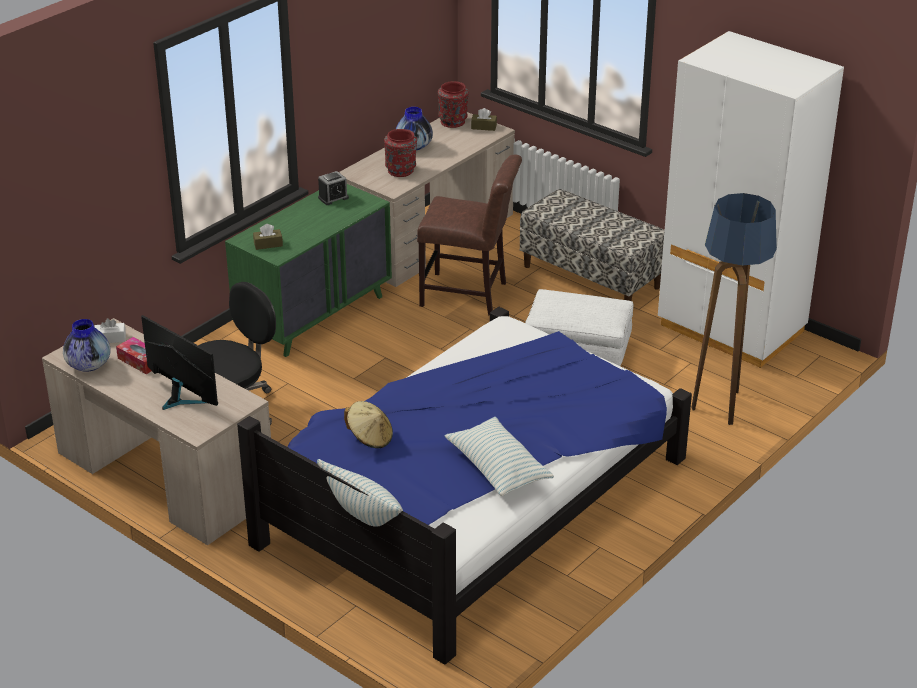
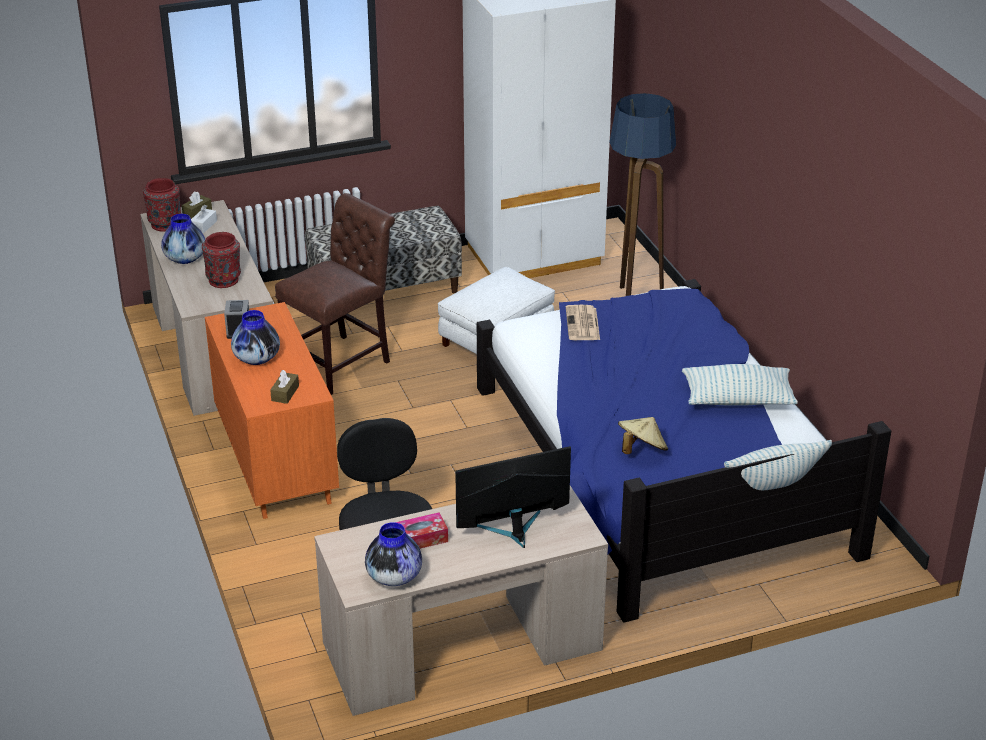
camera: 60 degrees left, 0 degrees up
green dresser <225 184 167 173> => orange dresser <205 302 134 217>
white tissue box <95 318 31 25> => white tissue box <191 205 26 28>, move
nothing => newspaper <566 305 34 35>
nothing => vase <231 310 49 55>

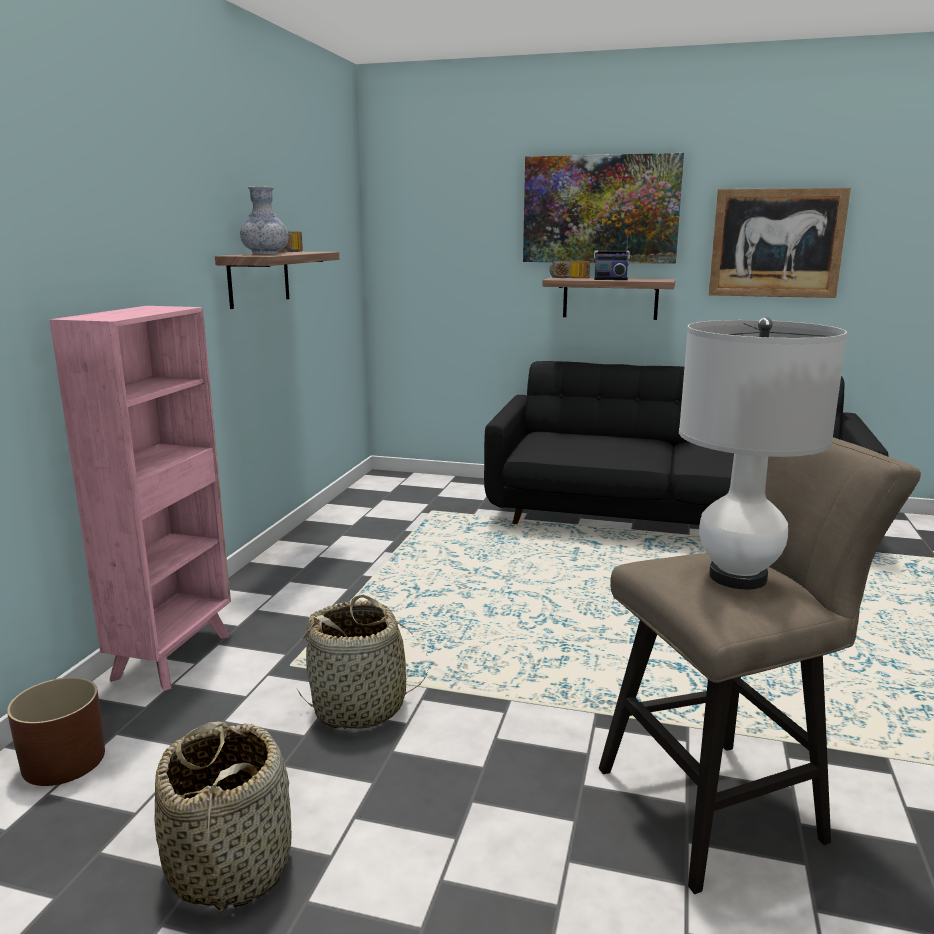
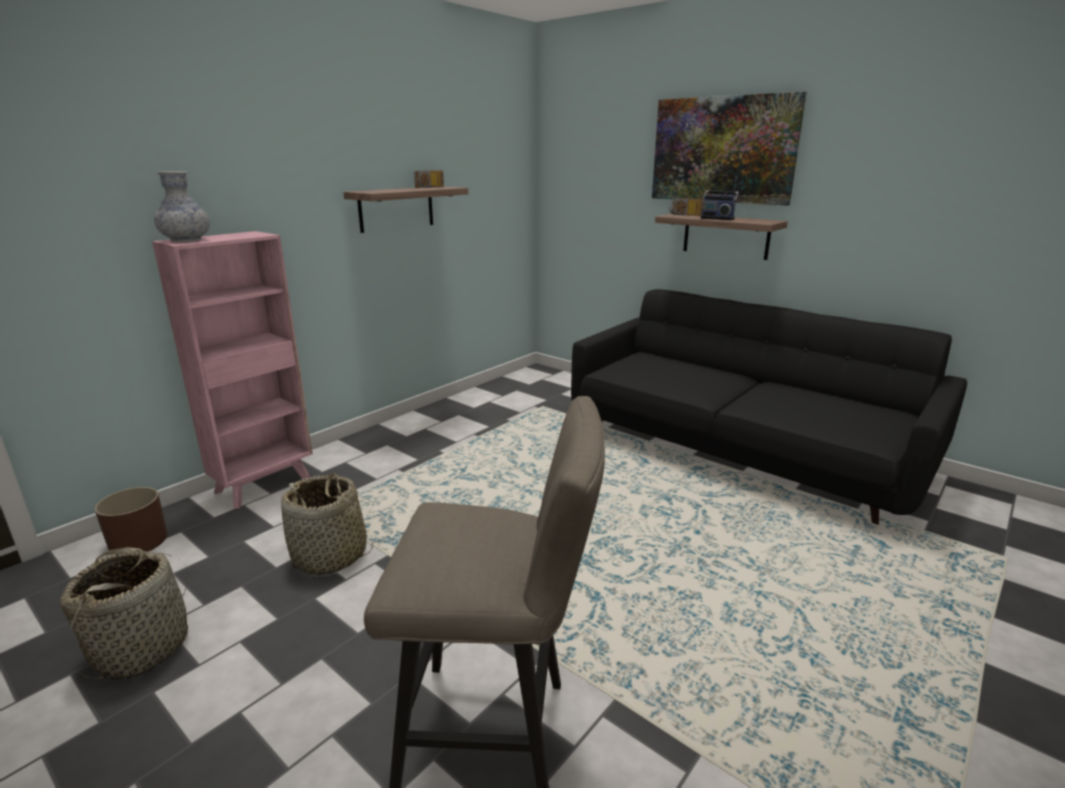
camera: 25 degrees right, 5 degrees up
vase <240 186 48 68> => vase <154 171 56 71>, move
picture <709 188 142 110> => nothing
white table lamp <679 317 168 273> => nothing

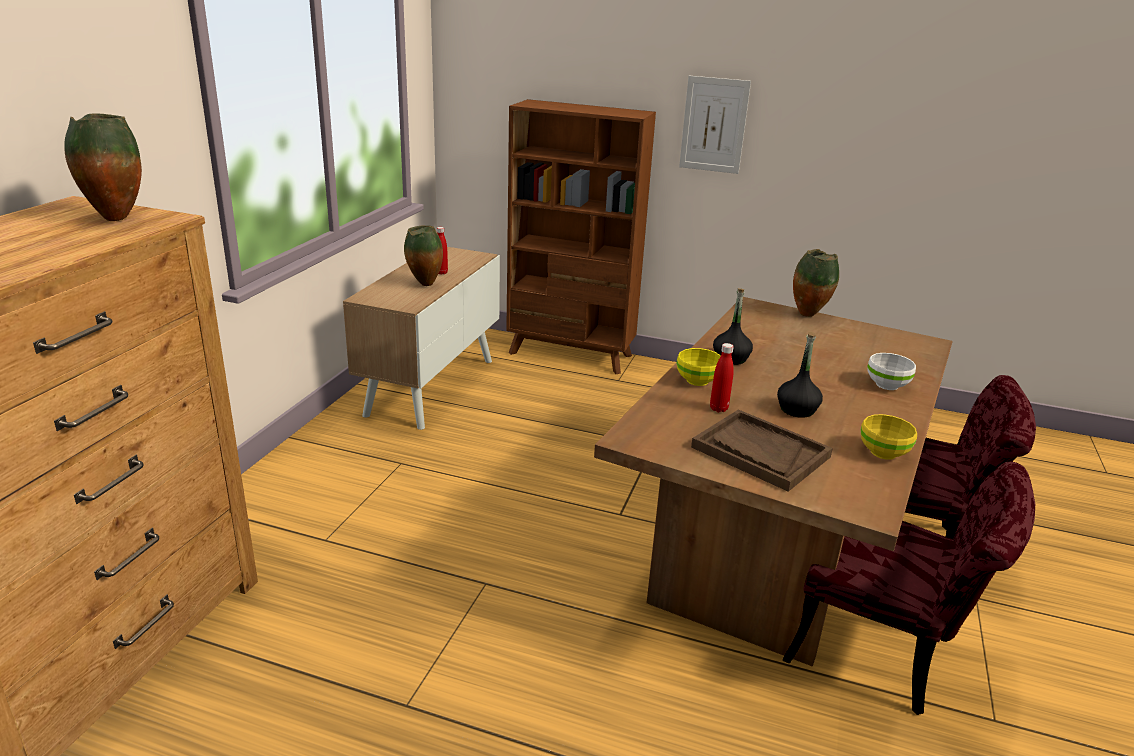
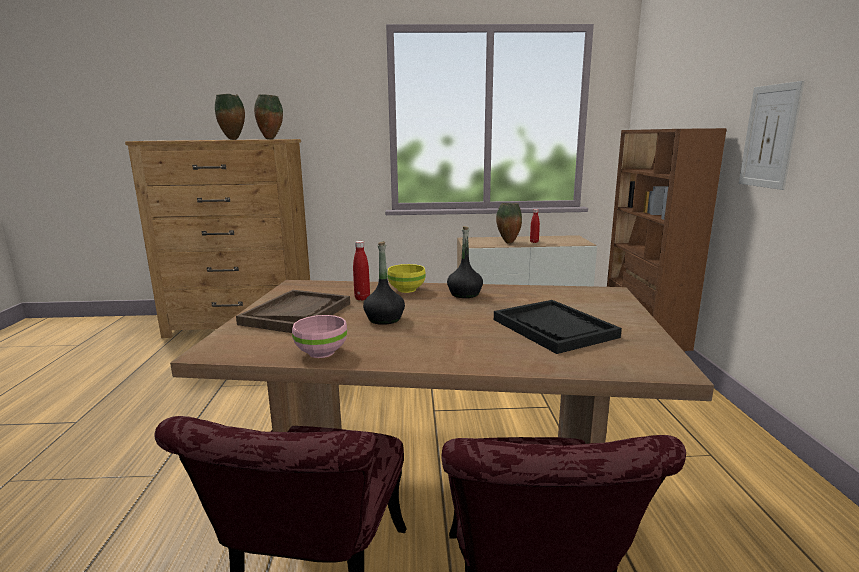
camera: 70 degrees right, 10 degrees down
vase <793 249 46 68> => vase <215 94 30 46>, move
white bowl <867 353 49 37> => nothing
yellow bowl <861 414 56 46> => pink bowl <292 315 55 43>
nothing => black tray <494 300 128 54>

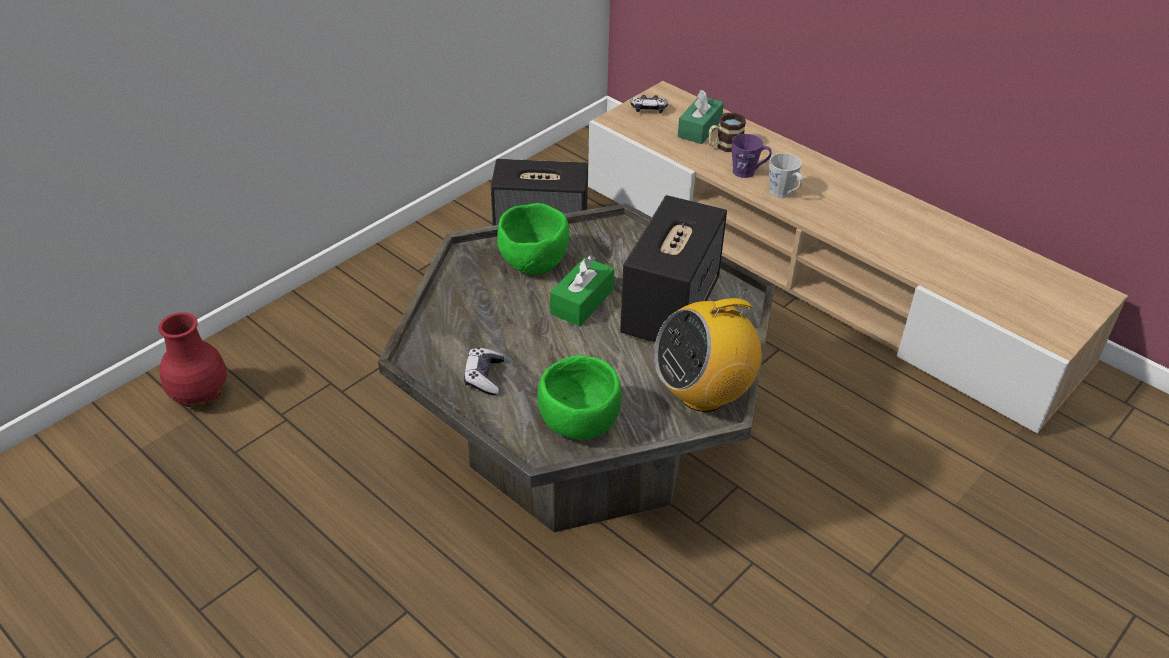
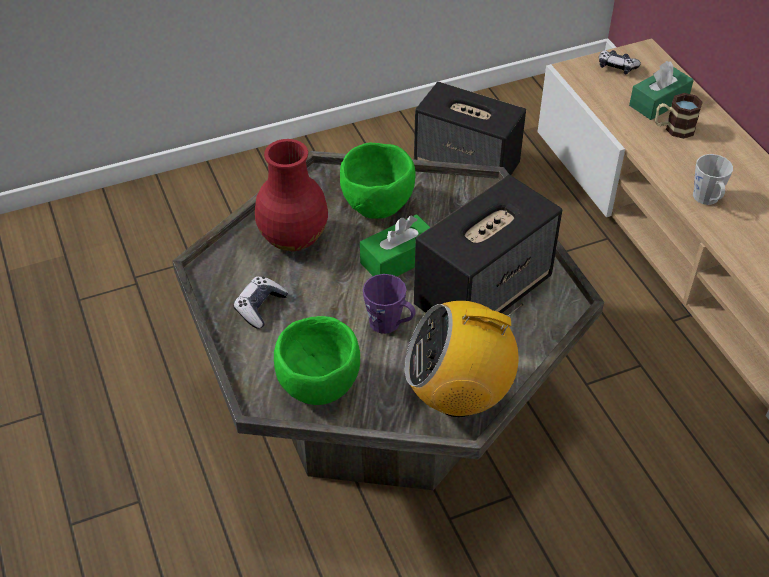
camera: 25 degrees right, 5 degrees up
purple mug <732 134 40 44> => purple mug <363 274 52 60>, move
red vase <159 312 68 96> => red vase <255 139 73 112>, move

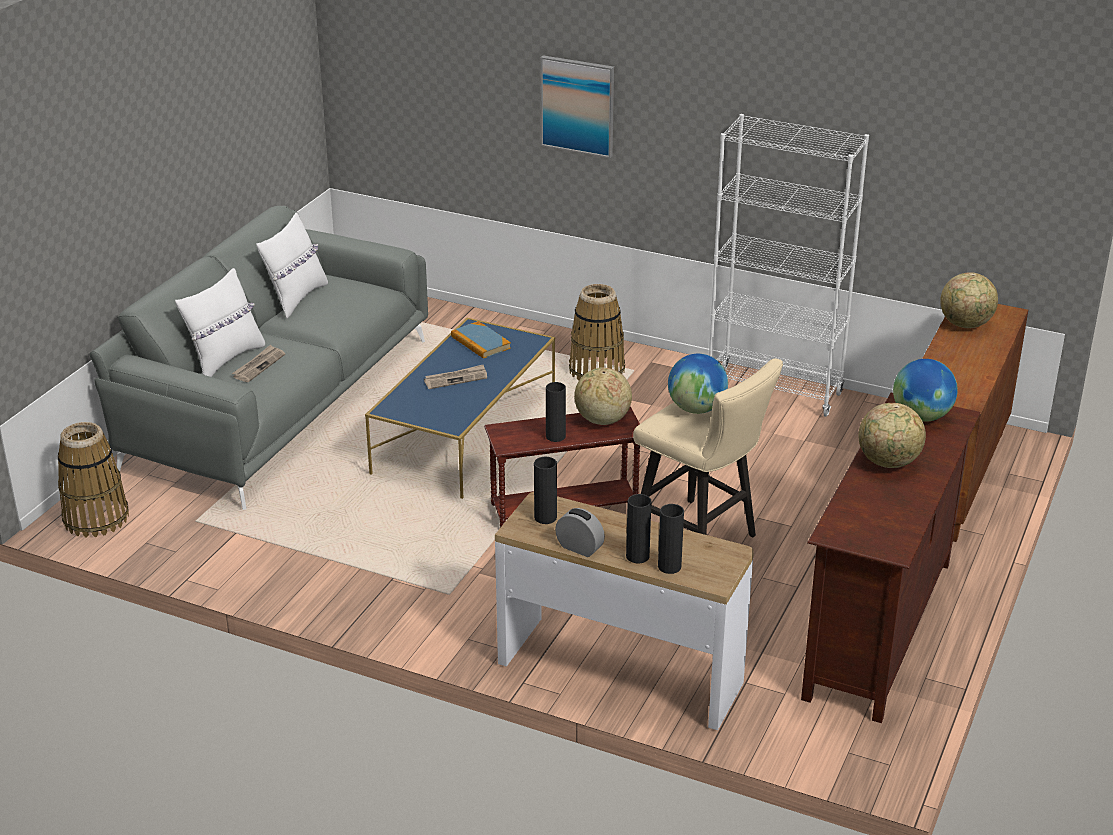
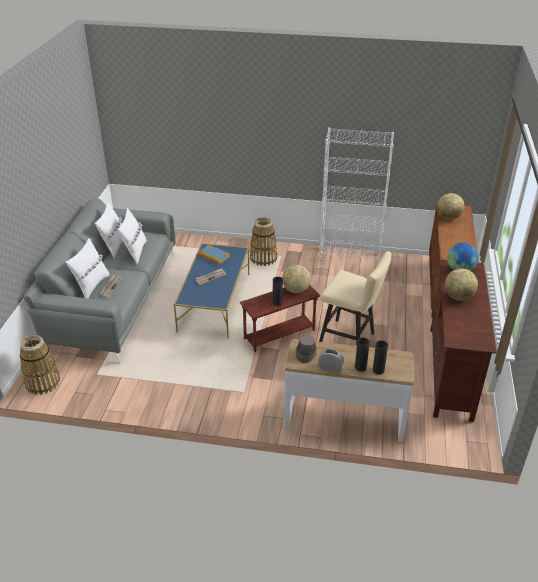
camera: 15 degrees left, 5 degrees up
picture <540 55 74 103> => nothing
globe <668 354 60 60> => nothing
black vase <534 457 23 67> => brown hat <295 335 22 28>
nothing => white pillow <118 208 29 56>

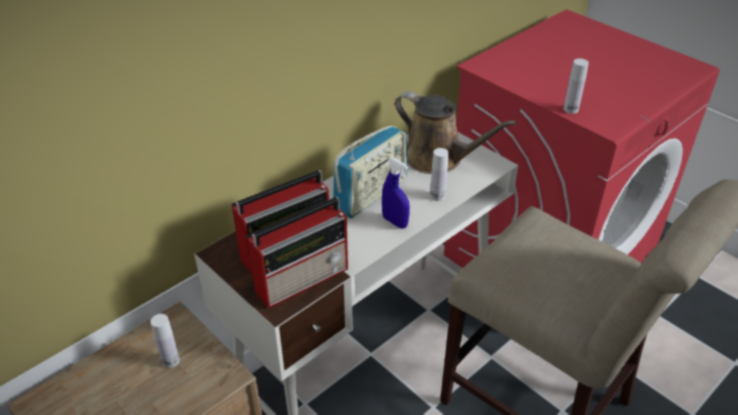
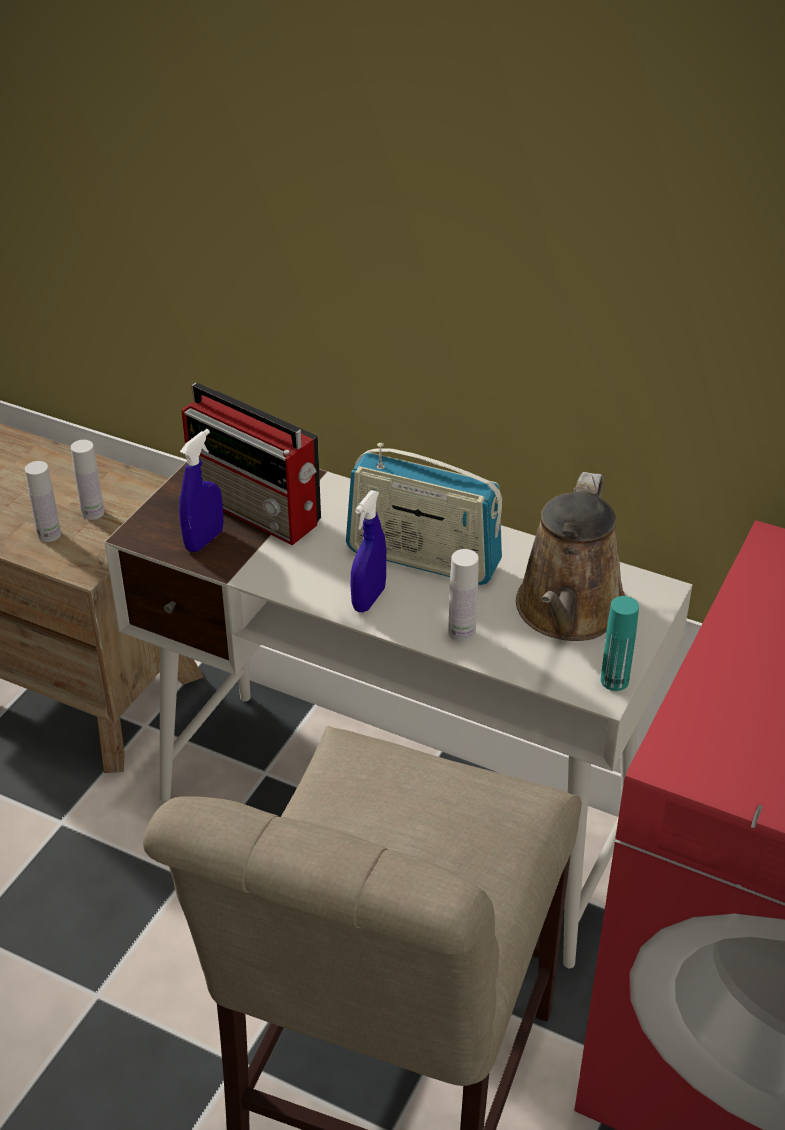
camera: 70 degrees right, 0 degrees up
white bottle <564 58 25 56> => white bottle <25 461 36 81>, move
radio <246 197 102 112> => blue spray bottle <179 429 44 123>
nothing => turquoise bottle <601 596 38 95>

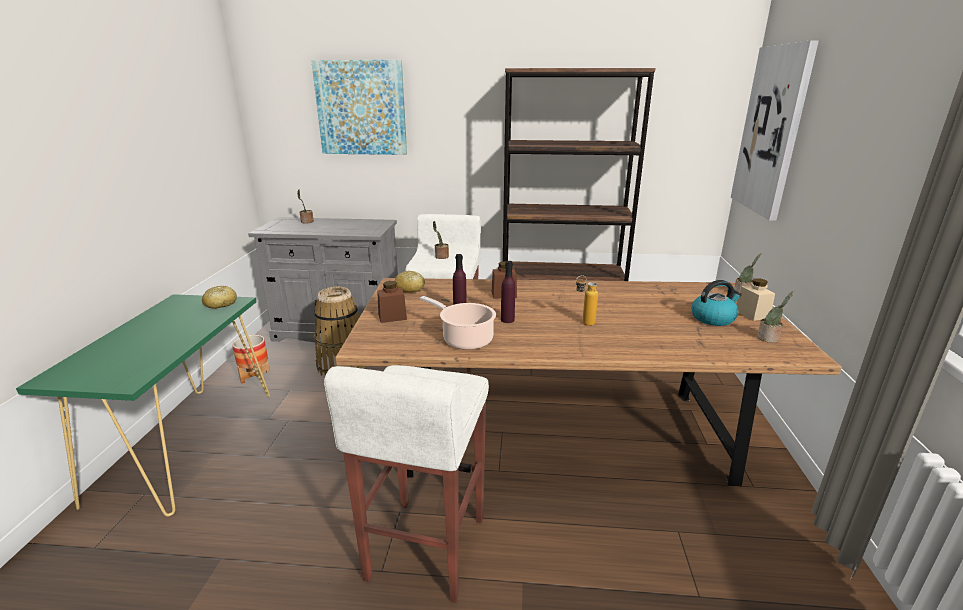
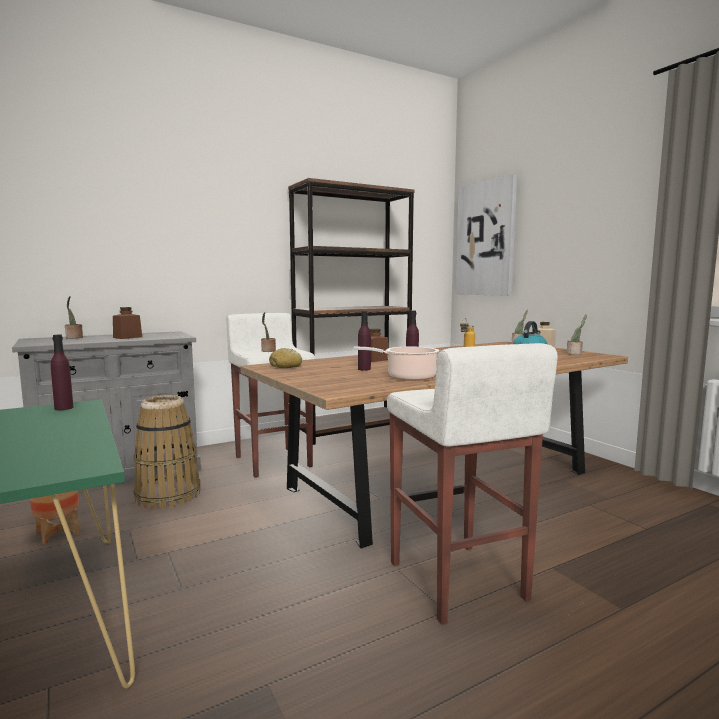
camera: 35 degrees left, 15 degrees down
picture <311 60 96 95> => nothing
brown jar <377 281 30 42> => brown jar <113 307 29 32>, move
bread <202 286 35 23> => purple bottle <51 335 22 75>

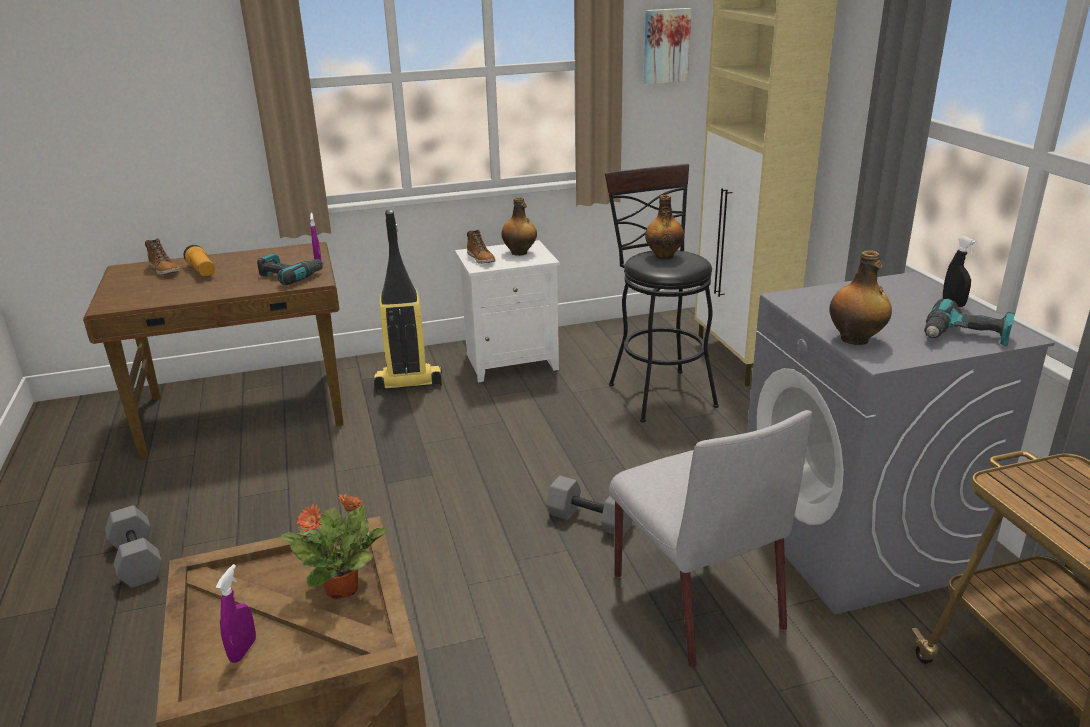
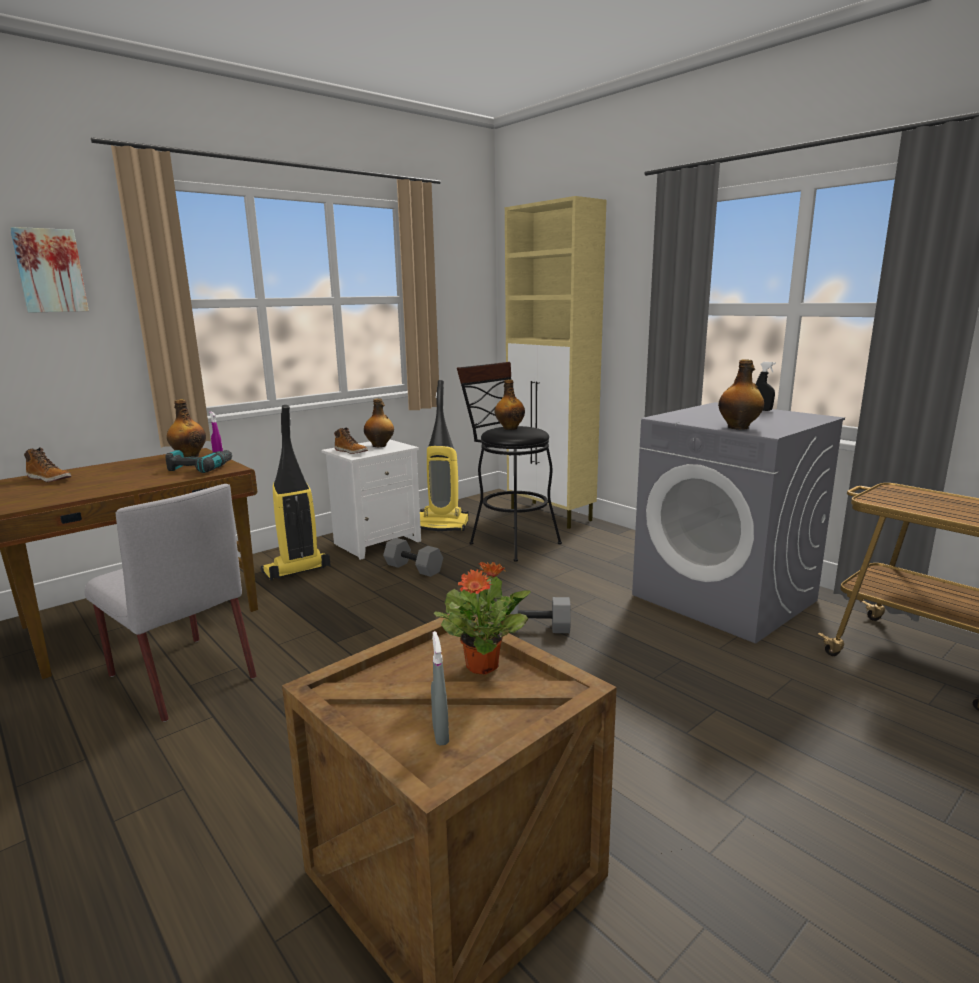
camera: 25 degrees left, 10 degrees down
picture <644 8 47 76> => picture <10 227 79 86>, move
flashlight <183 245 32 32> => nothing
power drill <924 299 91 47> => nothing
grey chair <609 410 203 258> => grey chair <85 484 171 238>, move
grey dumbbell <105 506 57 82> => grey dumbbell <383 538 60 39>, move
purple spray bottle <216 564 40 99> => grey spray bottle <431 631 18 115>
nothing => vacuum cleaner <420 380 49 151>
nothing => bottle <167 399 39 58>

